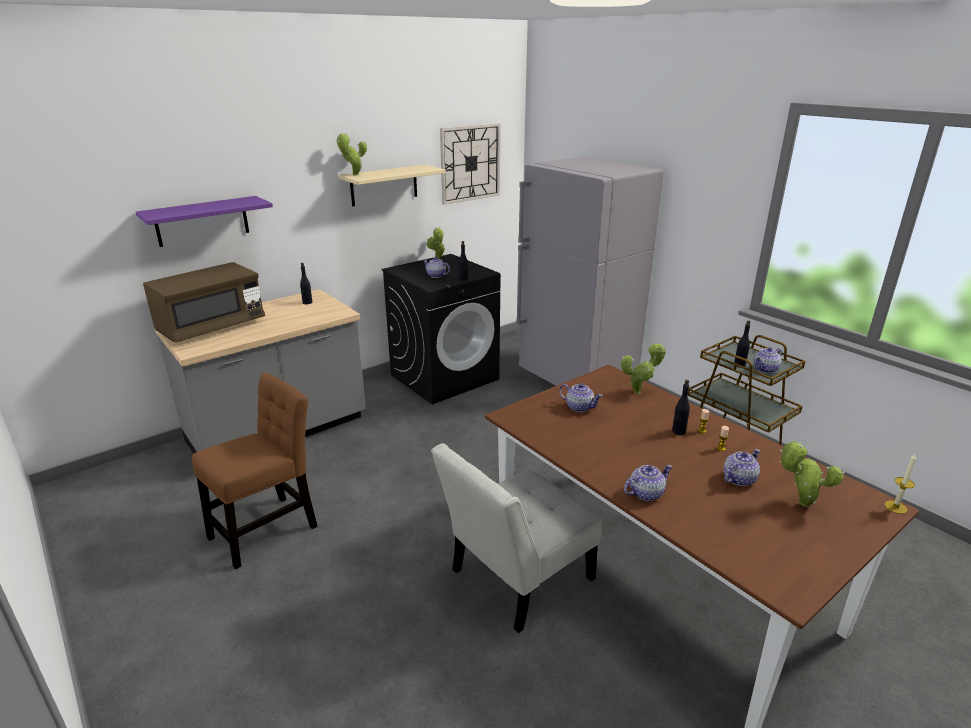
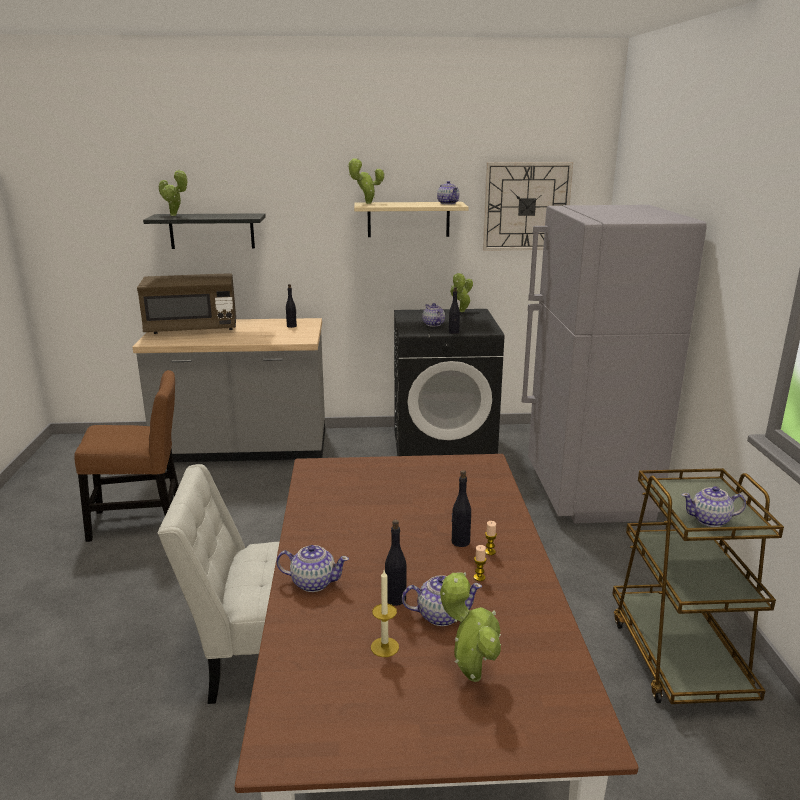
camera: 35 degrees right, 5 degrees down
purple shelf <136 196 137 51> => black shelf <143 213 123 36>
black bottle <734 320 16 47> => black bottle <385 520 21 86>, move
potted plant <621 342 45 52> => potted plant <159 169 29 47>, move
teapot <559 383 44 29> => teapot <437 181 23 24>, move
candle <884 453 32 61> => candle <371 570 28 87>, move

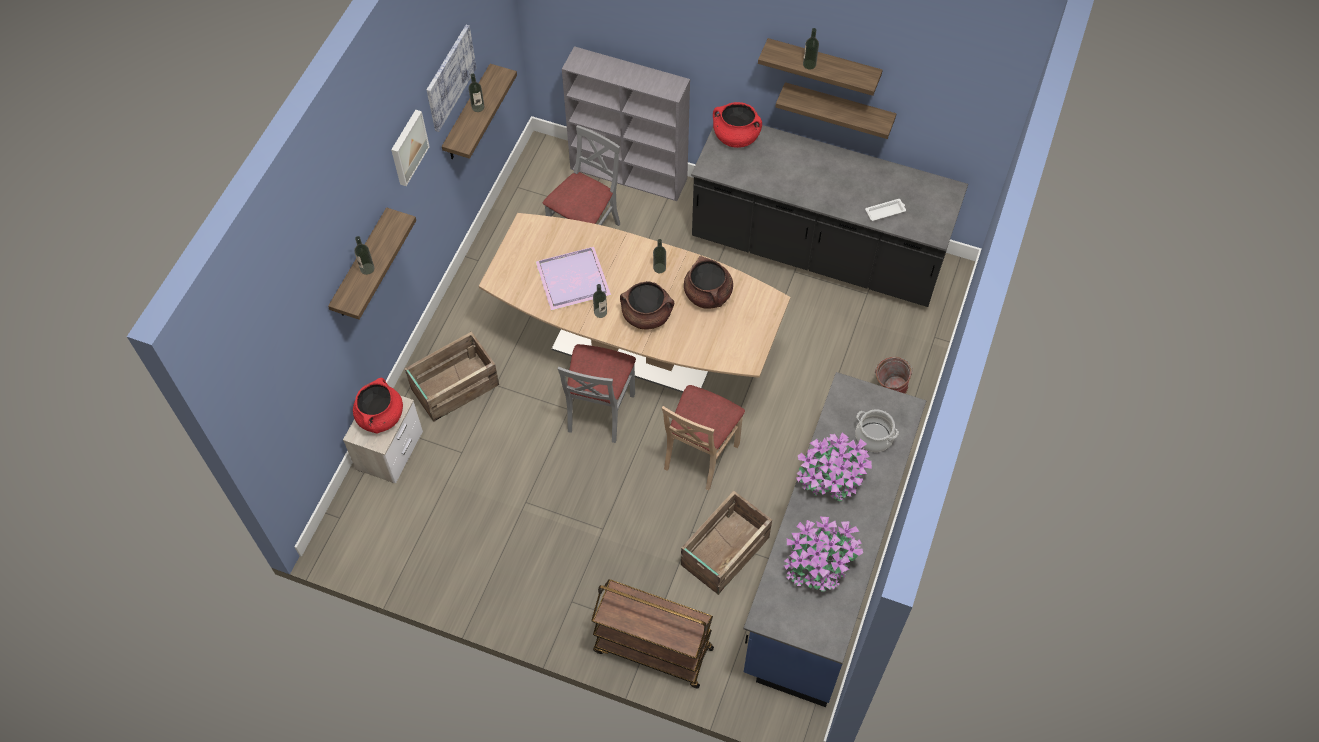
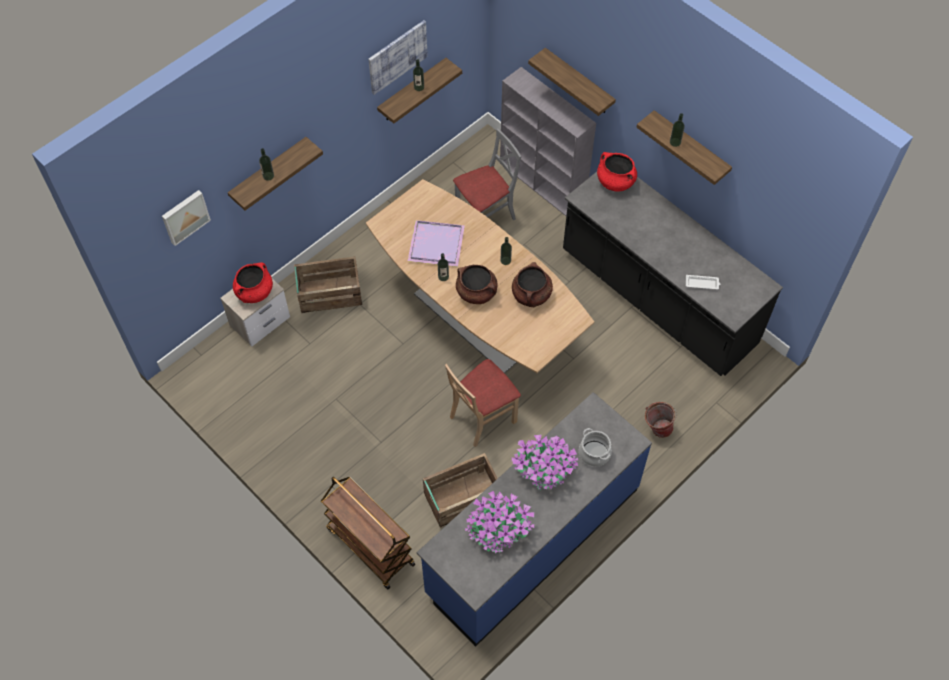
camera: 25 degrees right, 0 degrees up
shelf <776 82 120 57> => shelf <528 48 88 68>, move
picture <391 110 39 76> => picture <162 190 49 56>, move
grey chair <558 344 78 99> => nothing

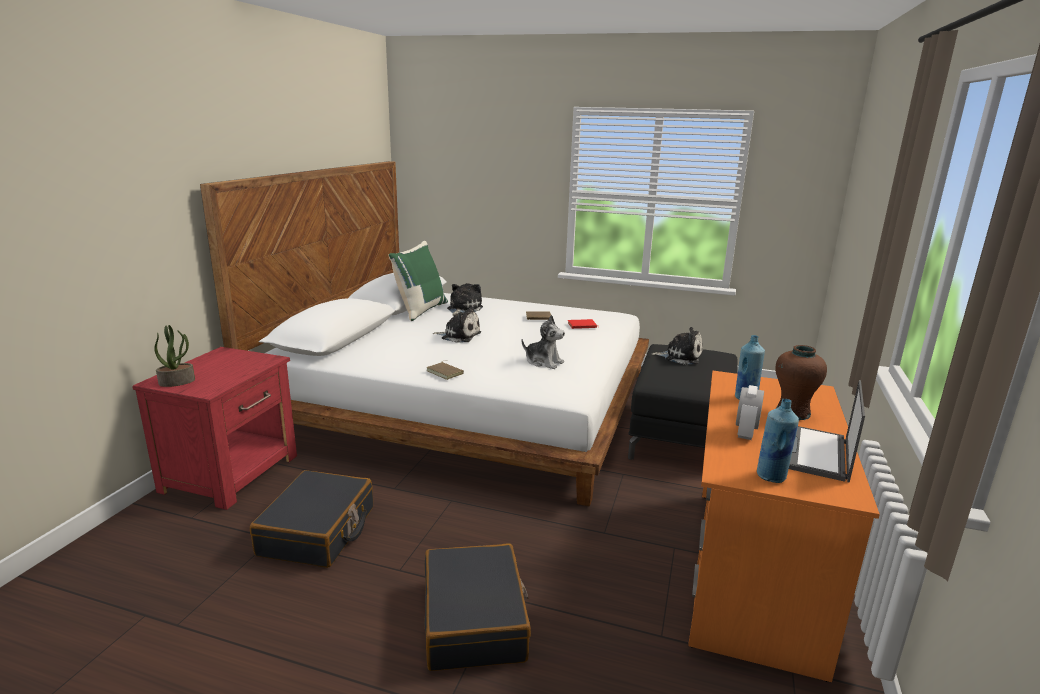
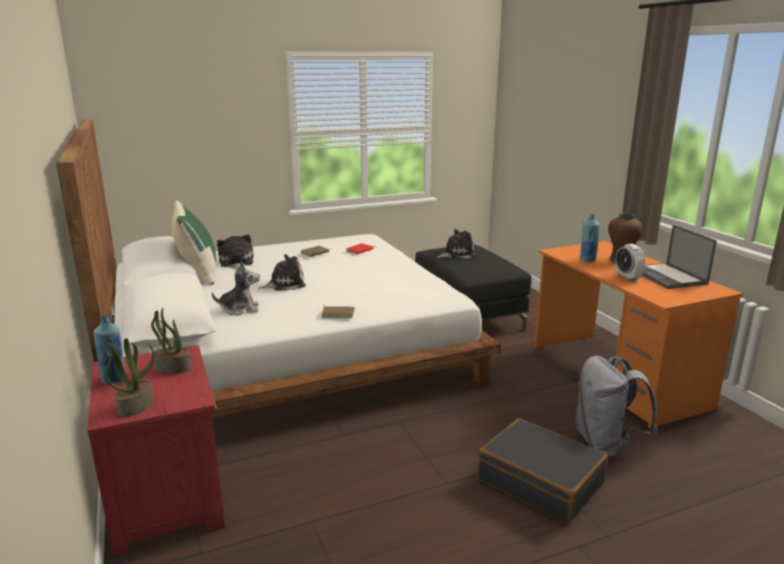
camera: 40 degrees left, 0 degrees up
plush toy <522 315 43 54> => plush toy <212 261 48 54>, move
blue bottle <757 399 42 84> => blue bottle <93 315 33 69>, move
black suitcase <250 470 123 98> => nothing
nothing => potted plant <151 308 41 66>
nothing => grey backpack <575 356 82 102>

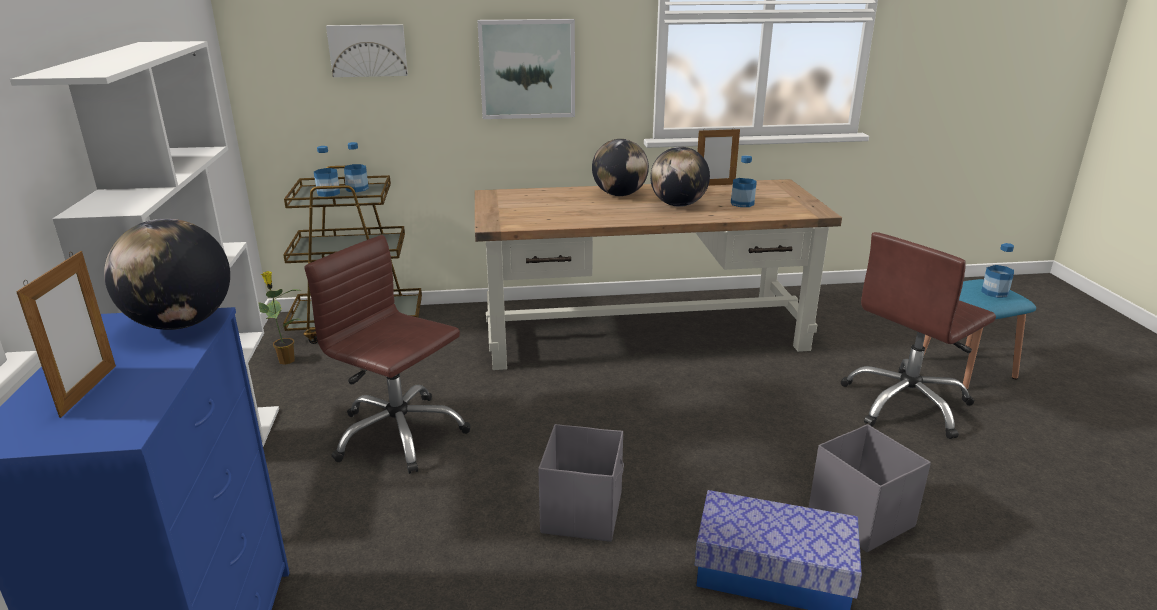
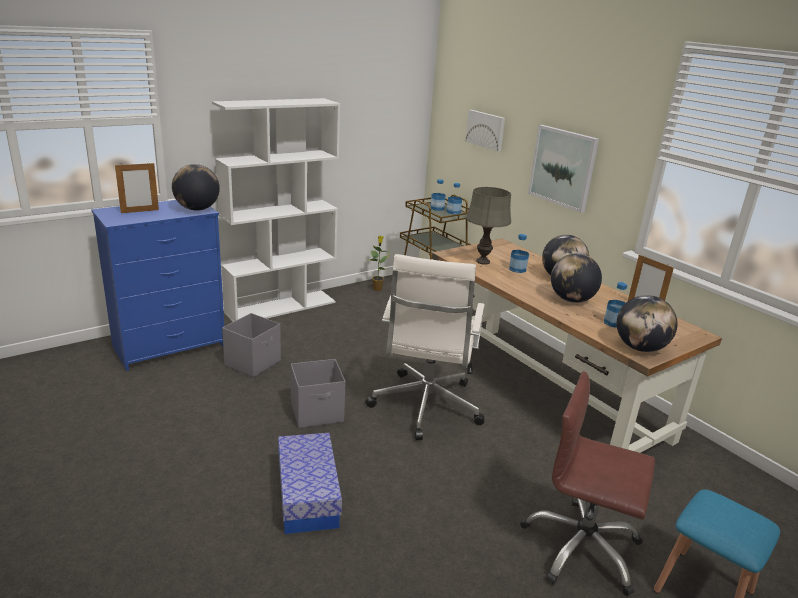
camera: 60 degrees right, 0 degrees up
brown office chair <305 235 166 239> => nothing
bottle <981 243 33 55> => bottle <509 234 20 39>, move
grey storage box <809 424 122 128> => grey storage box <222 313 59 65>, move
nothing => grey table lamp <466 187 45 77>
nothing => white office chair <365 254 120 186>
nothing => globe <617 295 61 57>

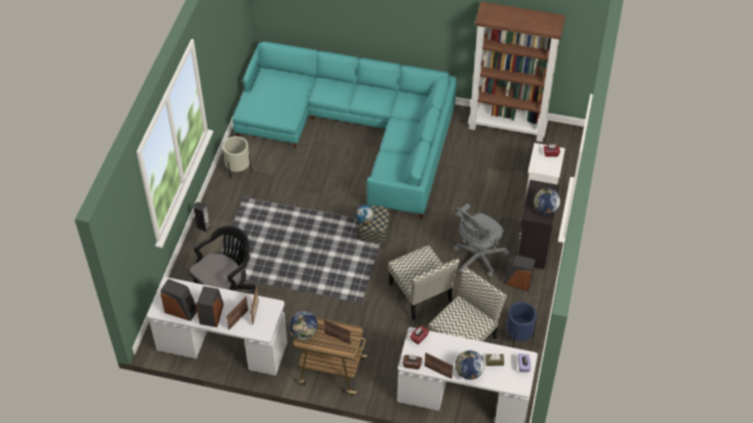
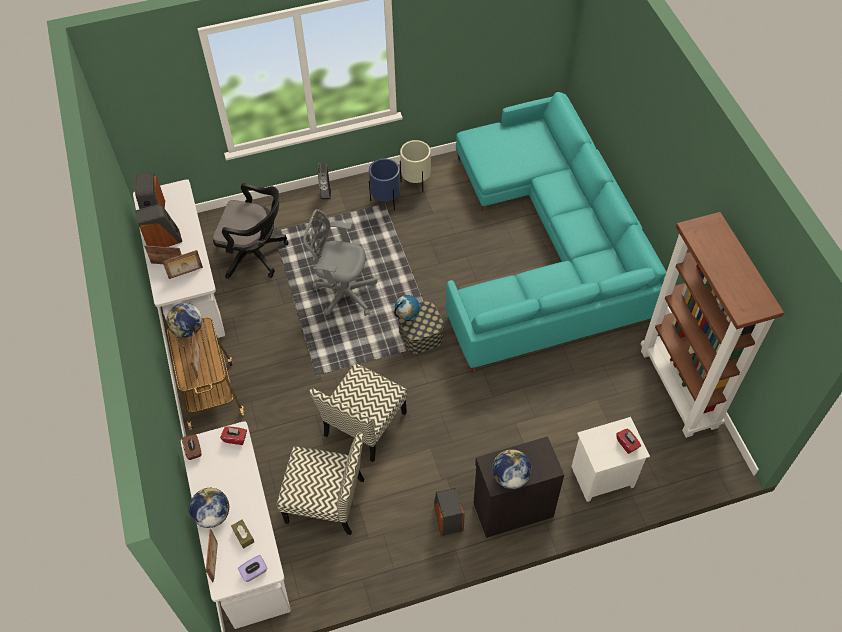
camera: 60 degrees right, 5 degrees up
grey office chair <453 204 57 73> => grey office chair <303 209 74 107>, move
blue planter <506 302 31 46> => blue planter <369 158 31 52>, move
picture frame <424 352 29 27> => picture frame <206 529 12 54>, move

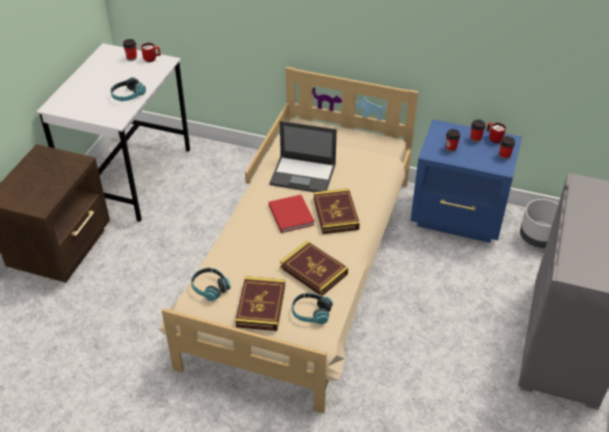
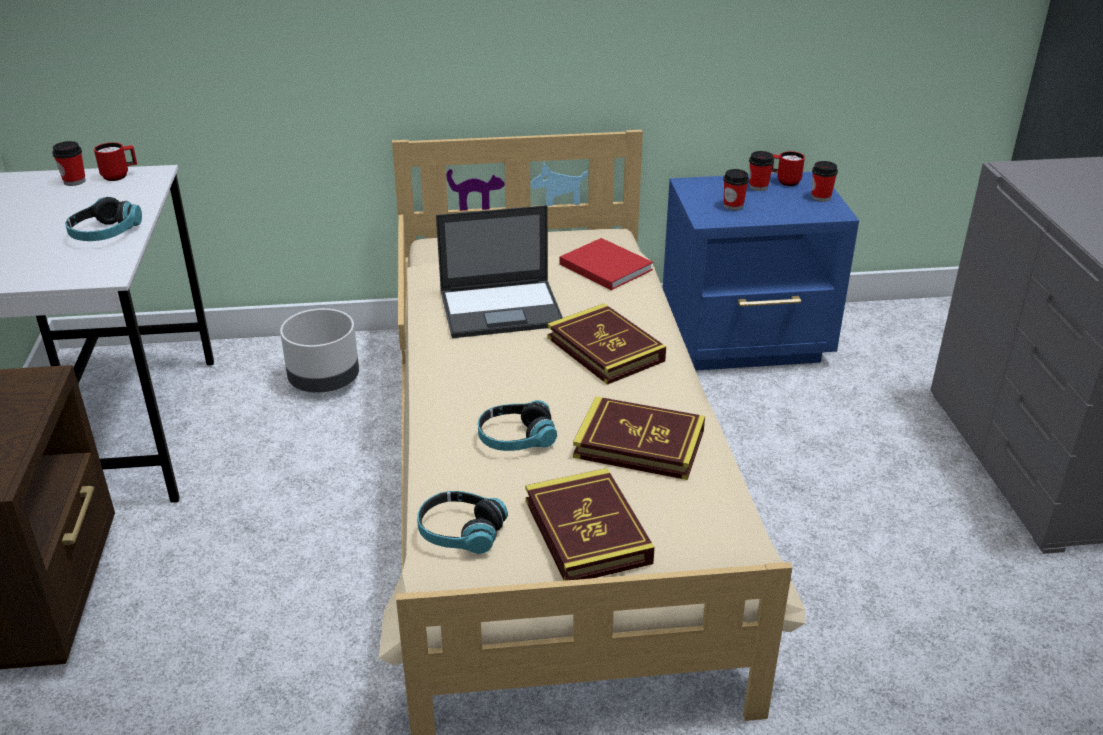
camera: 25 degrees left, 10 degrees down
red book <269 195 46 38> => red book <559 238 94 52>, move
grey planter <520 199 38 49> => grey planter <280 308 79 85>, move
headphones <292 293 41 31> => headphones <478 400 79 51>, move

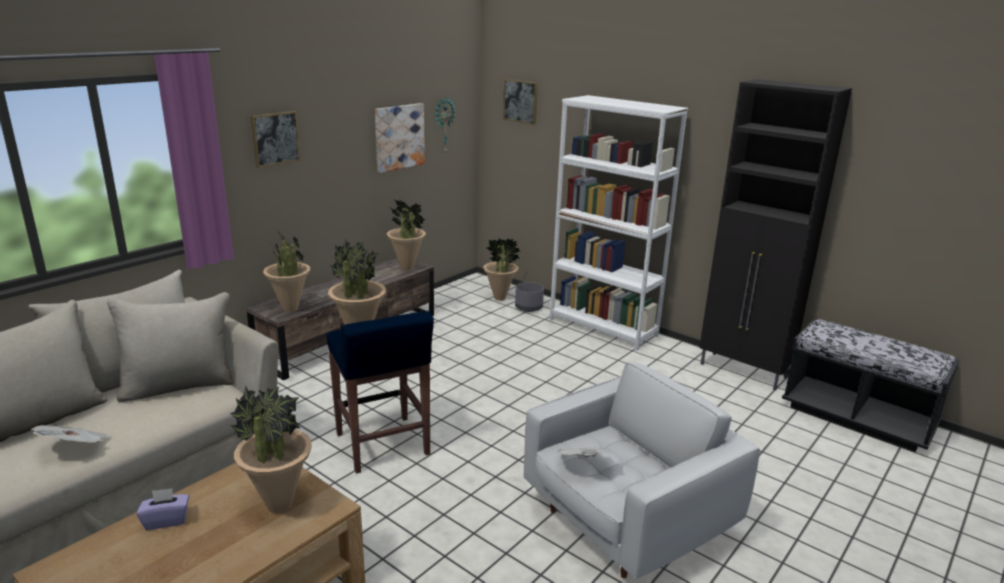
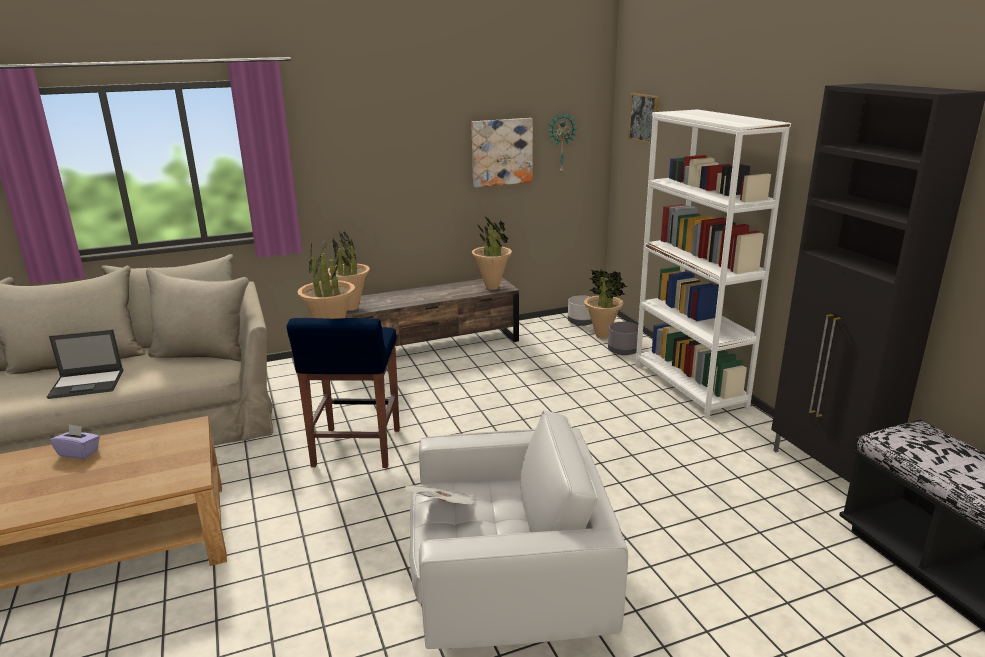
camera: 30 degrees right, 0 degrees up
picture <251 111 50 57> => nothing
potted plant <230 385 82 129> => nothing
newspaper <31 425 82 18> => laptop <47 330 76 69>
nothing => grey planter <568 296 24 30>

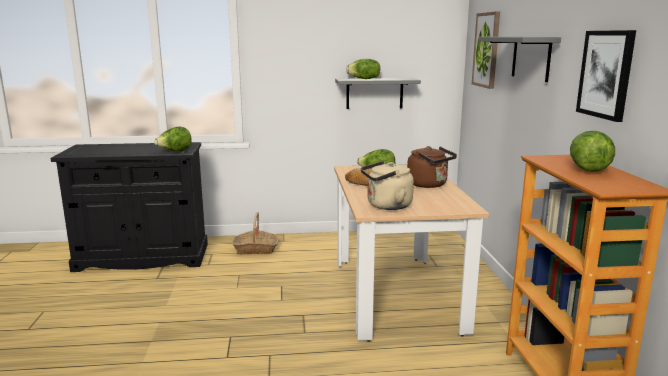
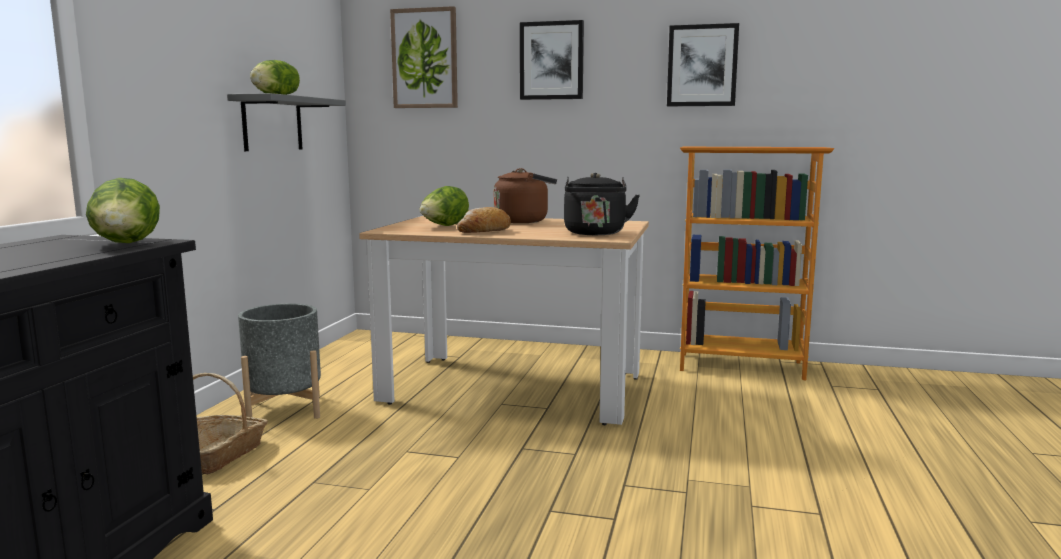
camera: 70 degrees left, 5 degrees down
grey shelf <478 37 83 45> => picture <520 20 64 80>
lettuce <570 131 45 41> => nothing
beige kettle <361 161 53 49> => black kettle <564 173 76 62>
nothing => grey planter <238 304 83 115>

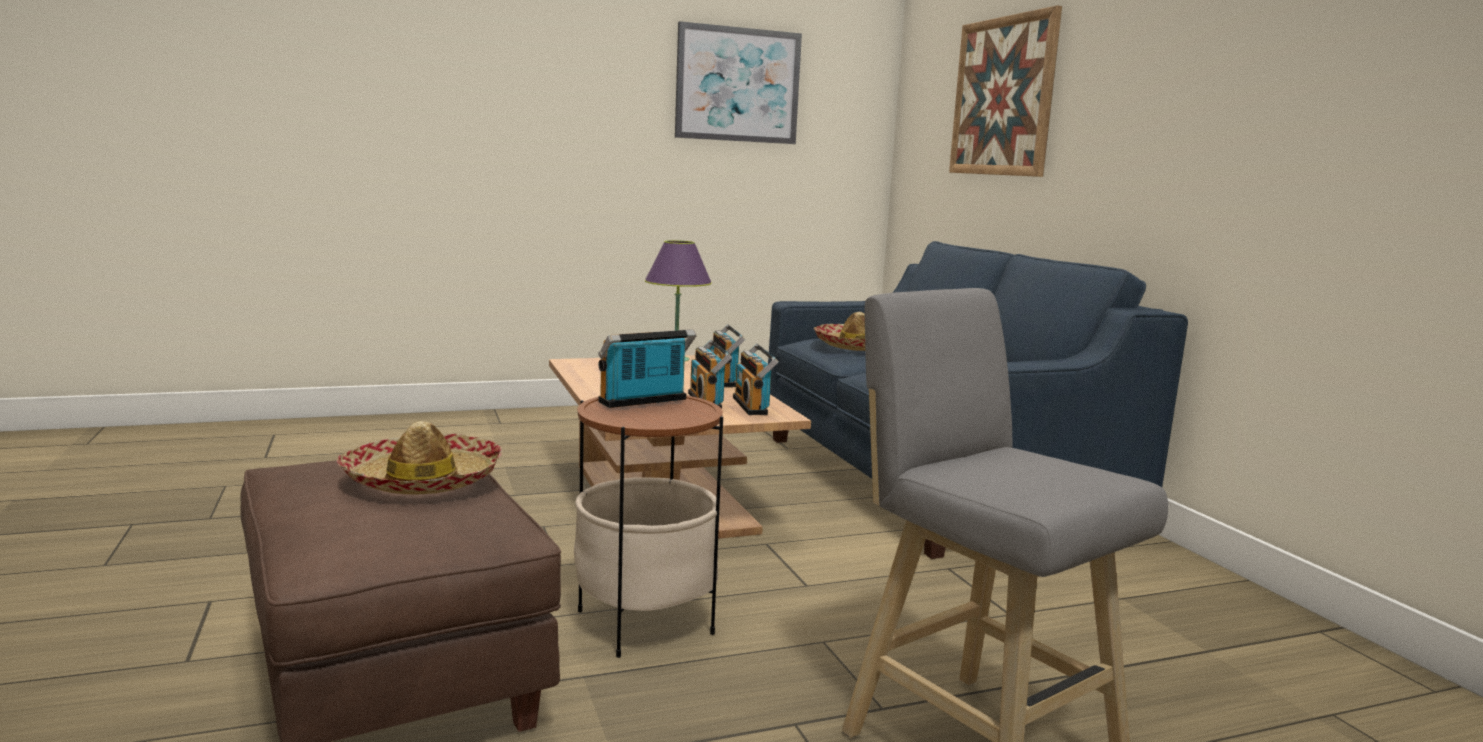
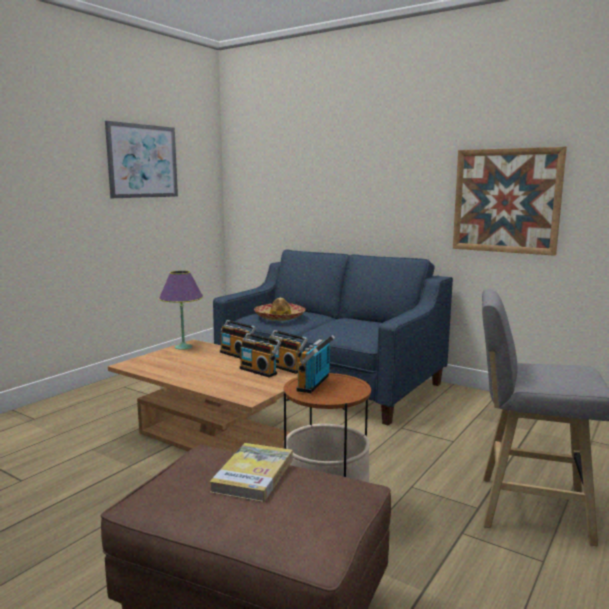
camera: 35 degrees left, 0 degrees up
picture <949 5 113 172> => picture <453 147 114 109>, move
hat <337 421 166 73> => book <209 443 84 59>

